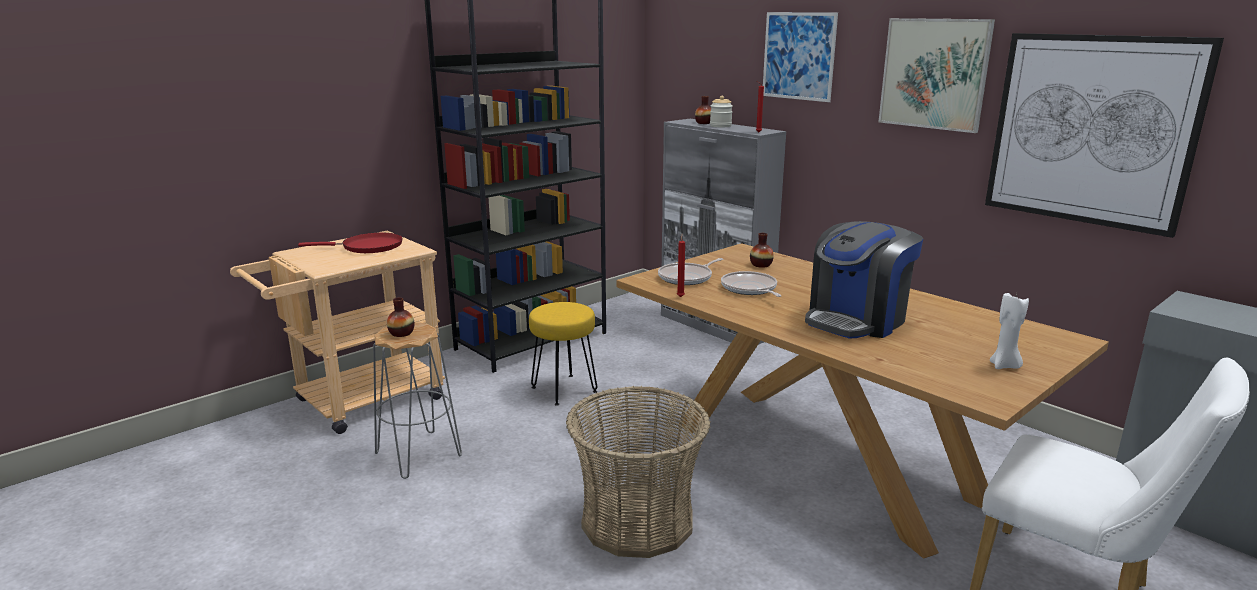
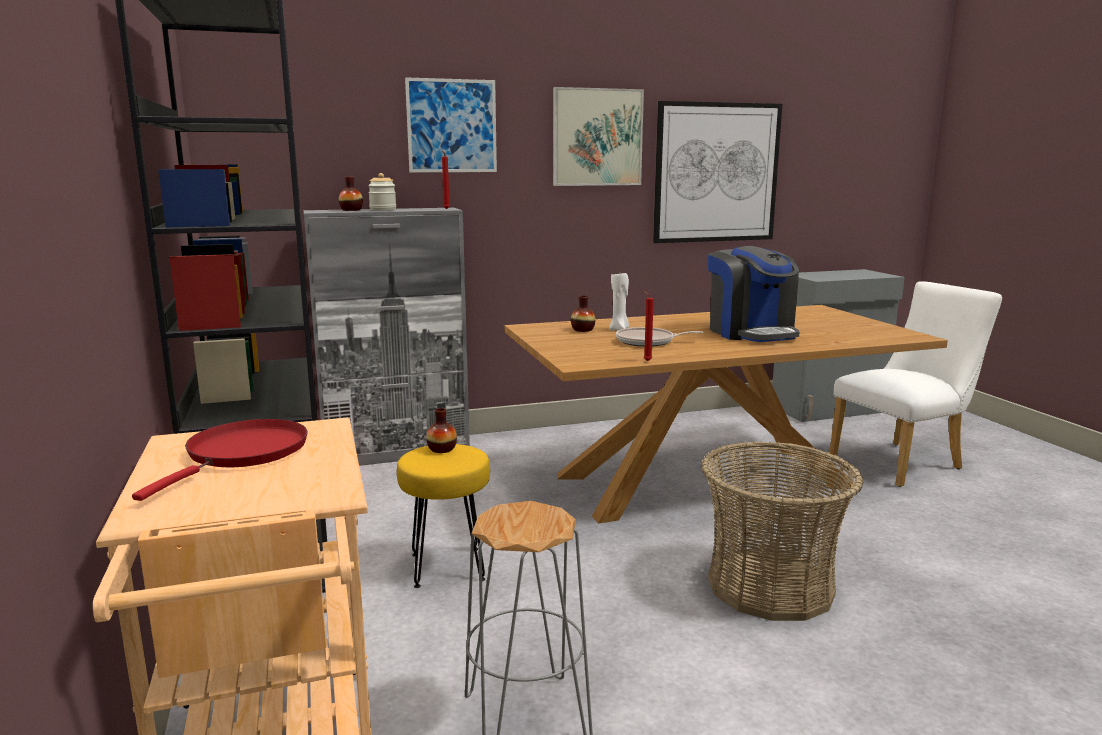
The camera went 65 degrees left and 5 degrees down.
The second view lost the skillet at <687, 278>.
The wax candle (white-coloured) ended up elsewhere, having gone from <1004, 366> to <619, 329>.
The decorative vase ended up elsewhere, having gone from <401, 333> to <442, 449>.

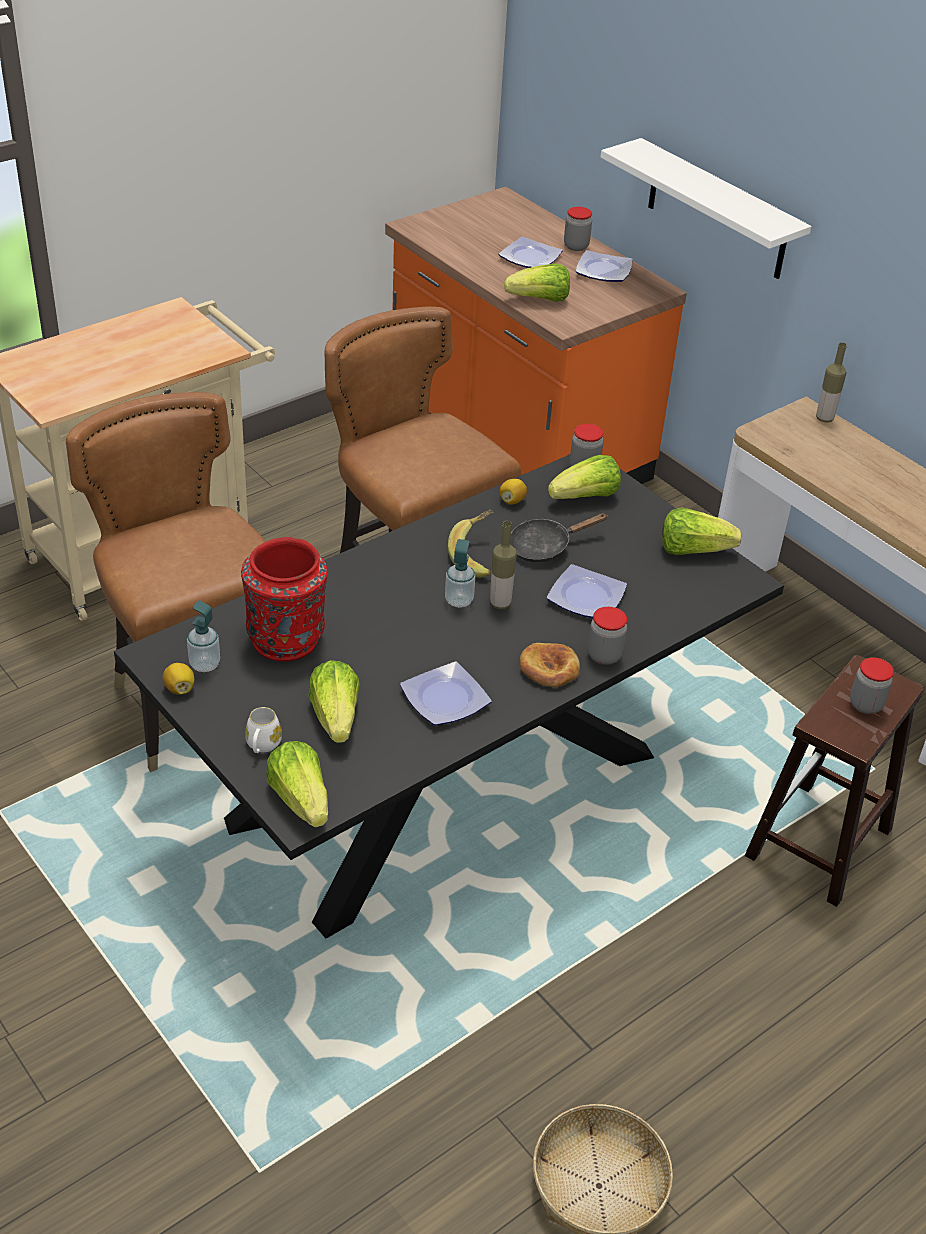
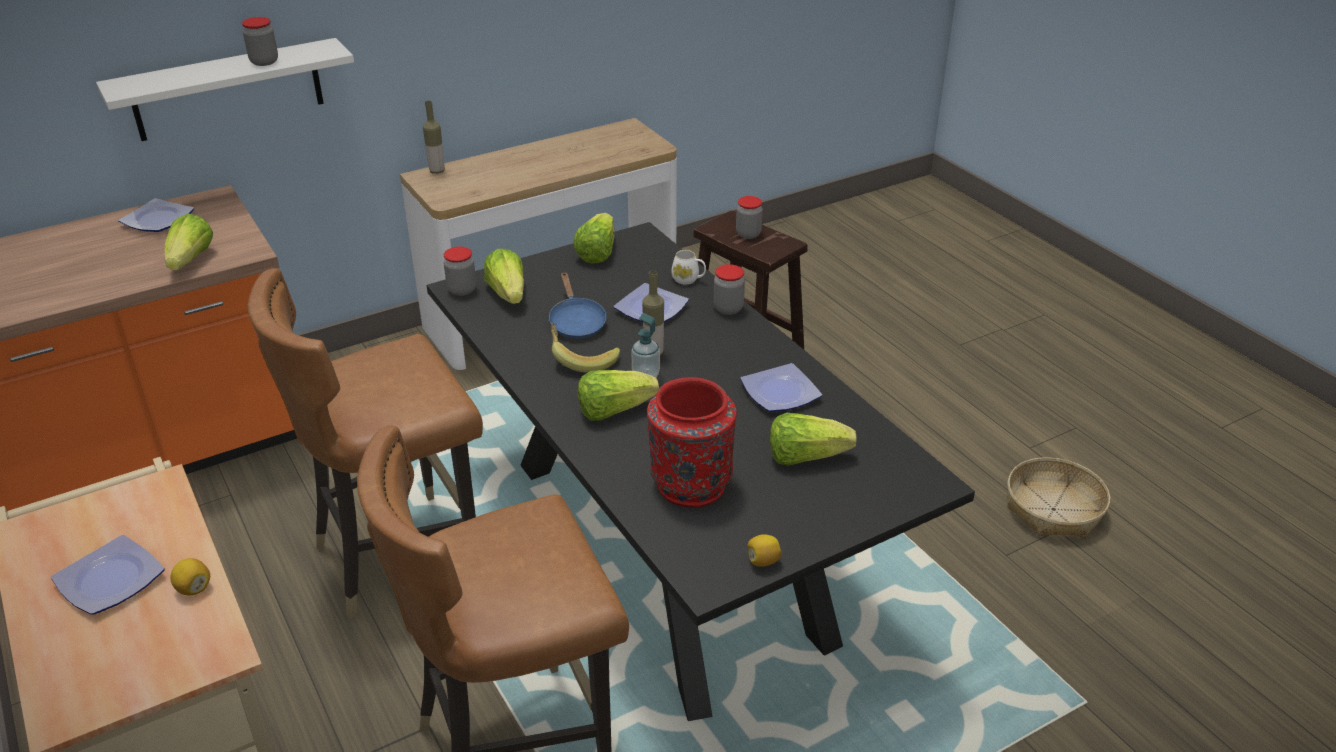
The camera went 80 degrees left and 5 degrees down.
The jar ended up elsewhere, having gone from <576, 246> to <264, 62>.
The dinner plate ended up elsewhere, having gone from <531, 258> to <111, 579>.
The lemon ended up elsewhere, having gone from <512, 501> to <193, 588>.
What was the skillet (blackish) at <545, 547> turned into the skillet (blue-coloured) at <576, 322>.
The second view lost the liquid soap bottle at <205, 664>.
The second view lost the bread at <549, 668>.
The mug (white-coloured) ended up elsewhere, having gone from <262, 746> to <688, 279>.
The head of lettuce ended up elsewhere, having gone from <301, 800> to <613, 410>.

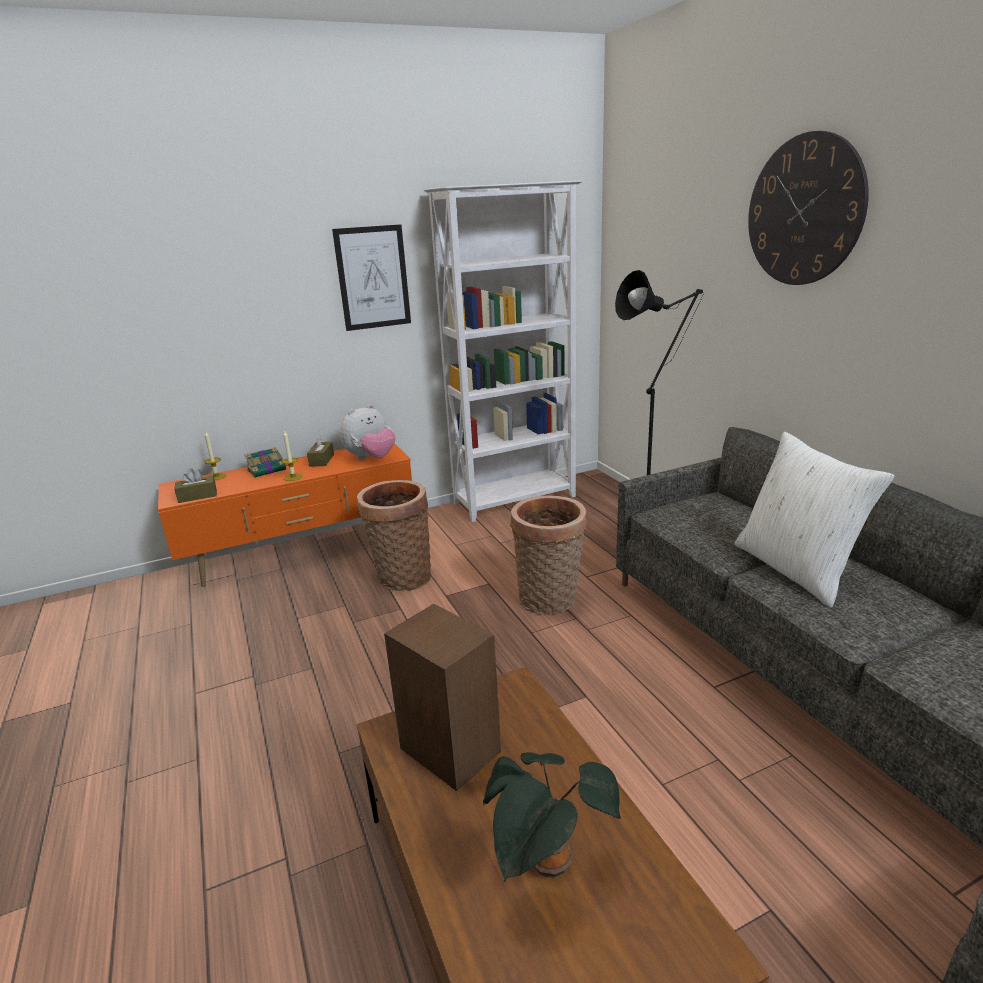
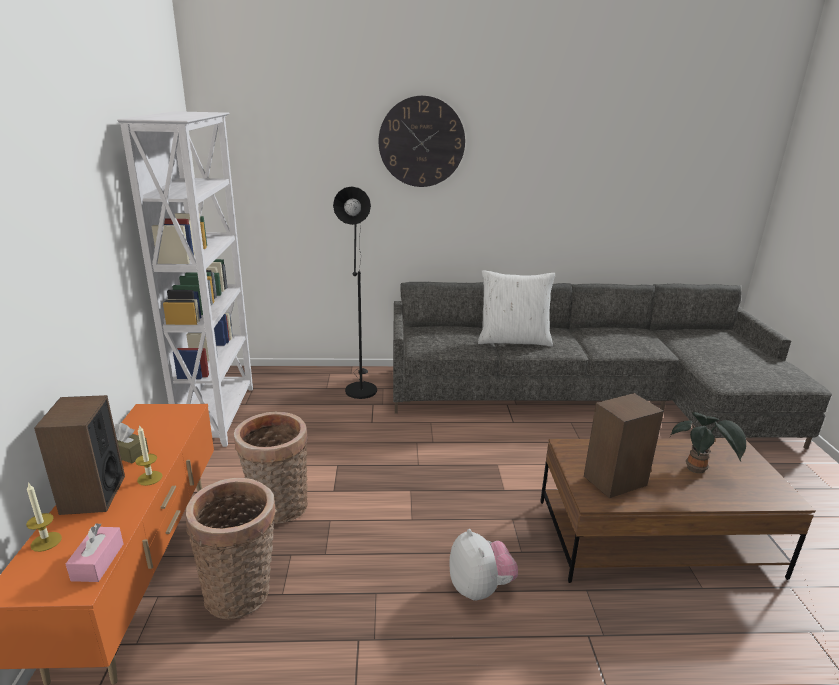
The camera went 70 degrees left and 0 degrees up.
The second view lost the picture at <373, 278>.
The soft toy ended up elsewhere, having gone from <371, 458> to <480, 588>.
Where the volume stood at <268, 470>, the speaker came to stand at <92, 495>.
What was the tissue holder (brown-coloured) at <197, 496> turned into the tissue holder (pinkish) at <98, 562>.
The basket ended up elsewhere, having gone from <550, 601> to <242, 592>.

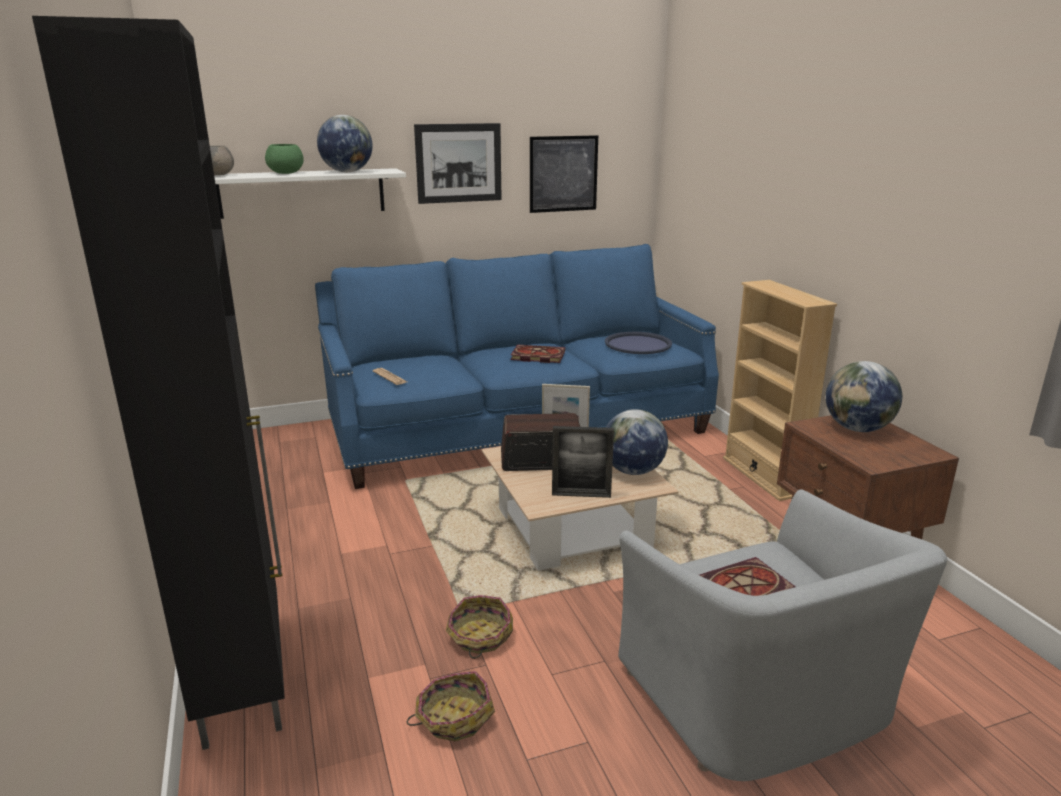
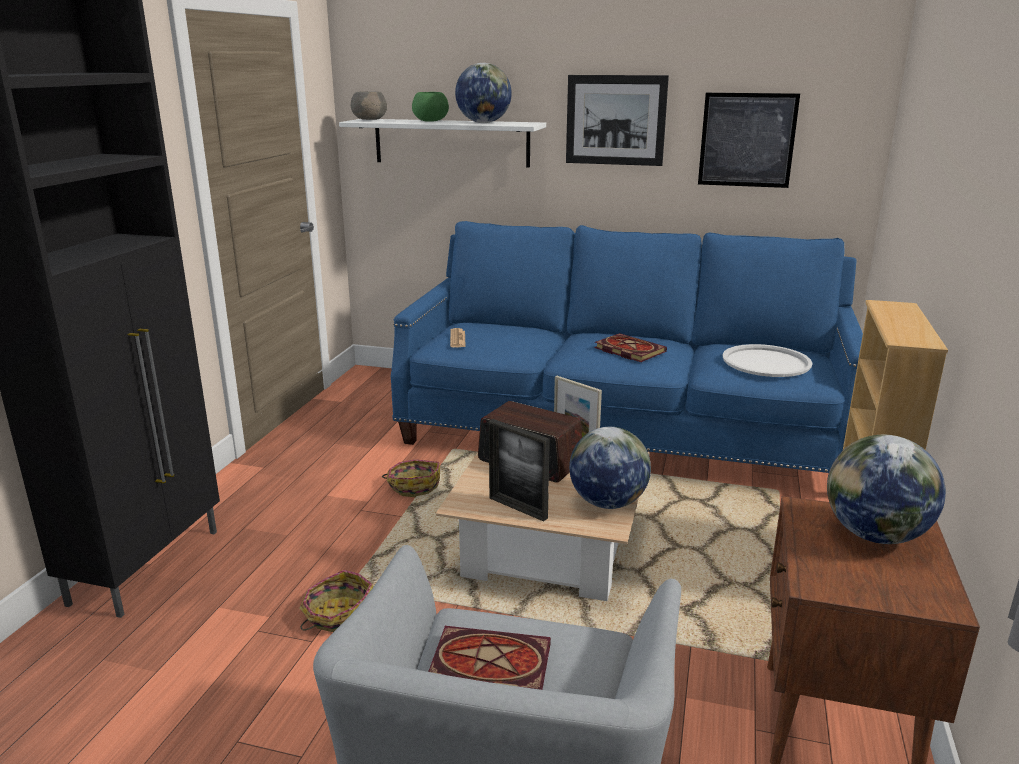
The camera went 35 degrees right and 0 degrees up.
What was the serving tray (blue-coloured) at <638, 344> turned into the serving tray (white-coloured) at <766, 362>.
The basket ended up elsewhere, having gone from <453, 717> to <414, 486>.

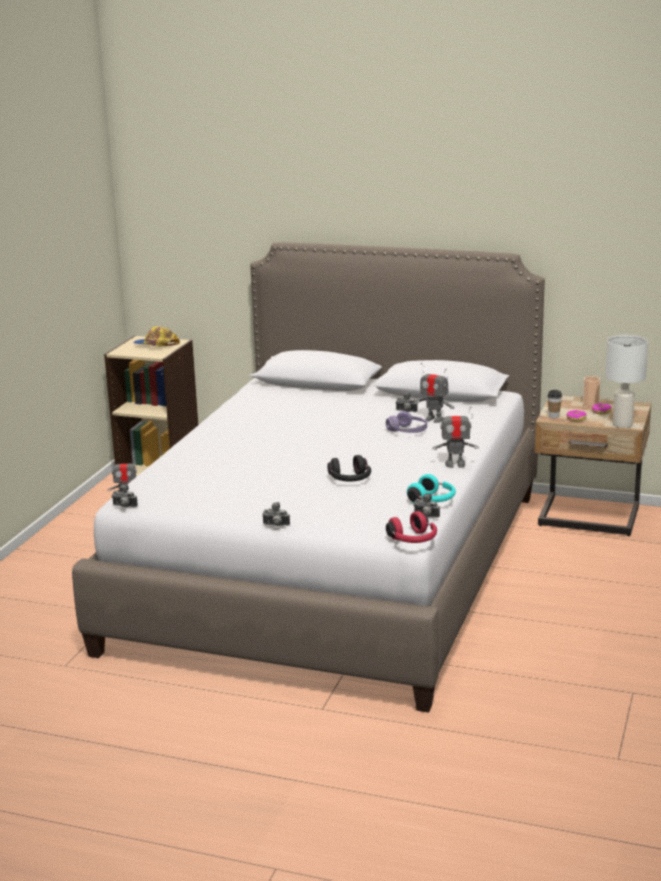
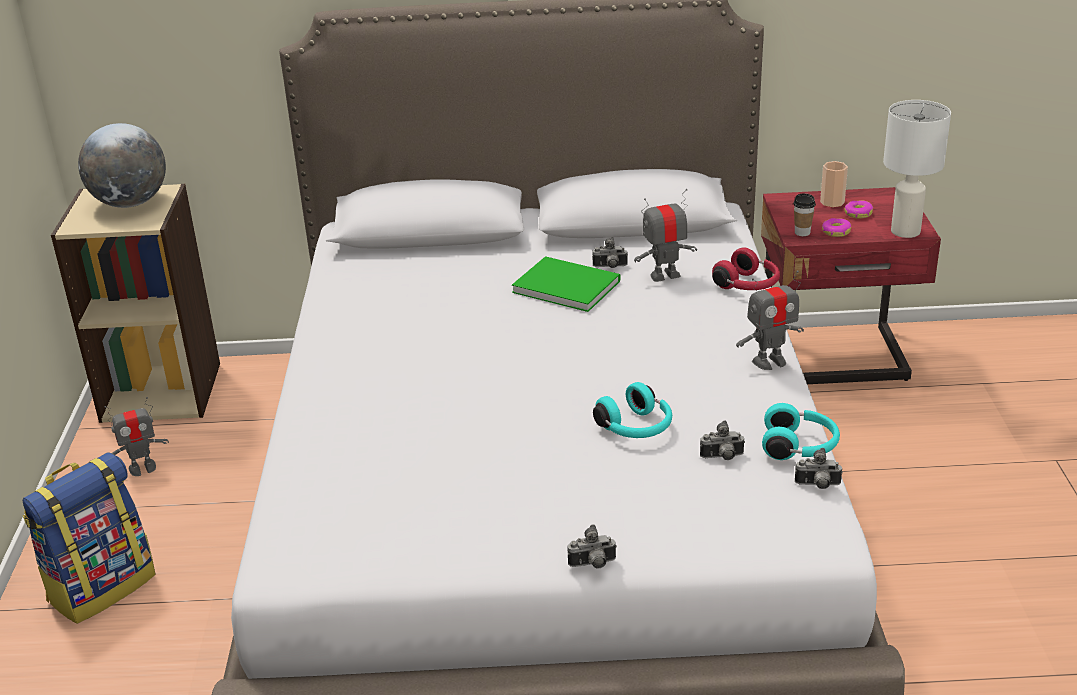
The camera went 20 degrees left and 10 degrees up.
Where the baseball cap stood at <155, 345>, the world globe came to stand at <130, 203>.
The model robot at <434, 419> ended up facing another way, 150 degrees clockwise from before.
What was the night table (sand-coloured) at <589, 518> turned into the night table (red-coloured) at <835, 360>.
The second view lost the headset (purplish) at <407, 431>.
What was the headset (blackish) at <350, 480> turned into the headset (blue-green) at <636, 428>.
The still camera ended up elsewhere, having gone from <124, 507> to <722, 457>.
The headset (red-coloured) ended up elsewhere, having gone from <413, 540> to <748, 285>.
The second view gained the volume (green) at <565, 285>.
The second view gained the rucksack at <102, 587>.

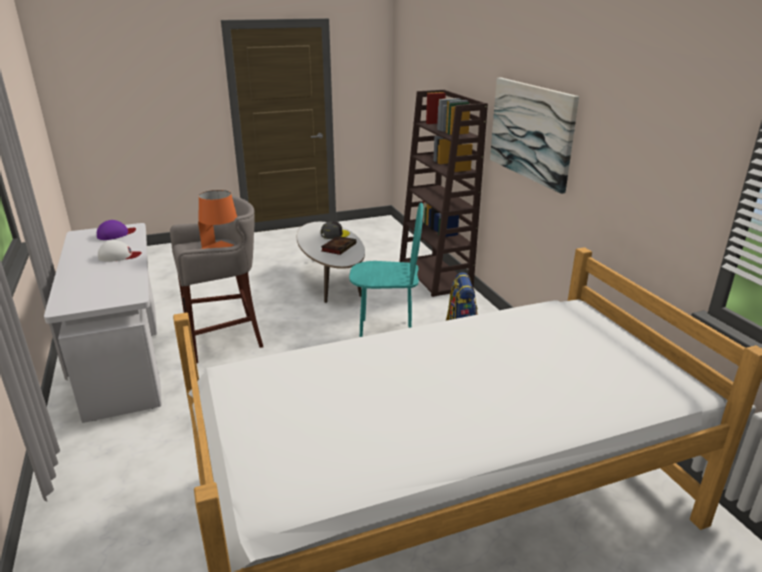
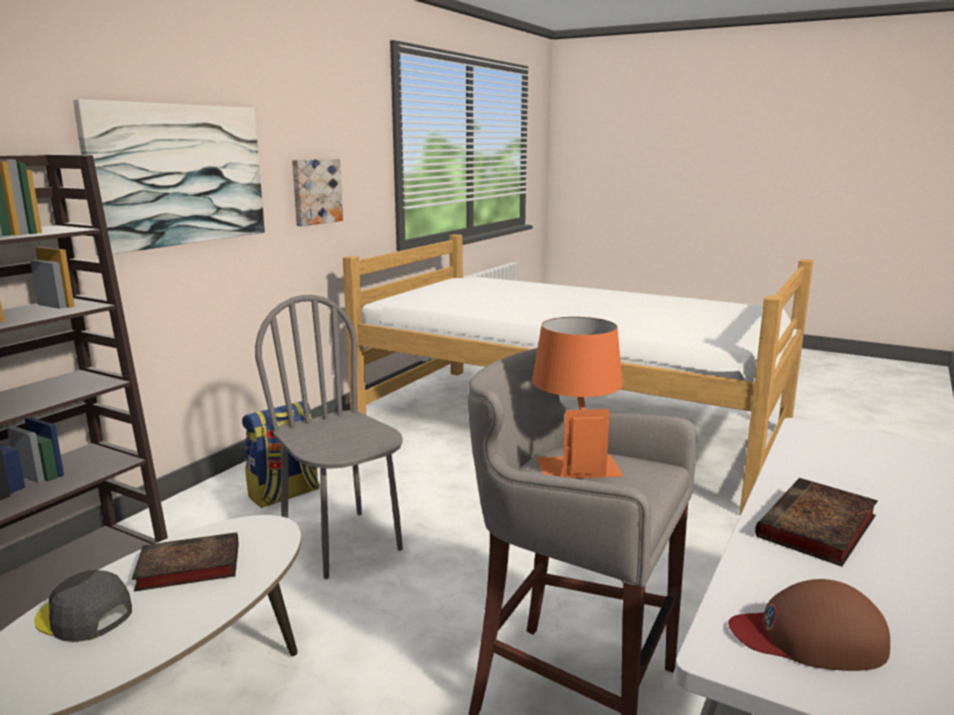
The camera went 130 degrees left and 10 degrees down.
What was the chair (blue-green) at <386, 331> turned into the chair (gray) at <343, 543>.
What was the baseball cap (purplish) at <116, 234> turned into the baseball cap (brown-coloured) at <809, 638>.
Where the baseball cap (white-coloured) stood at <119, 256>, the volume came to stand at <817, 529>.
The second view gained the picture at <315, 191>.

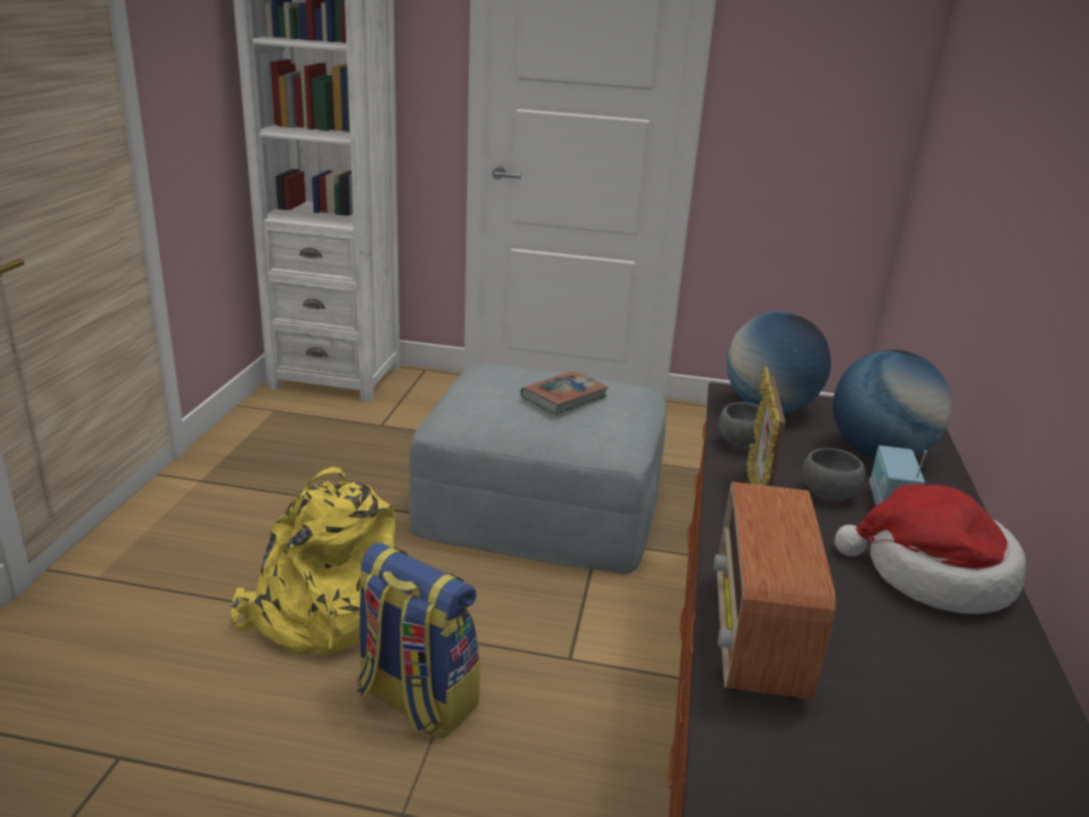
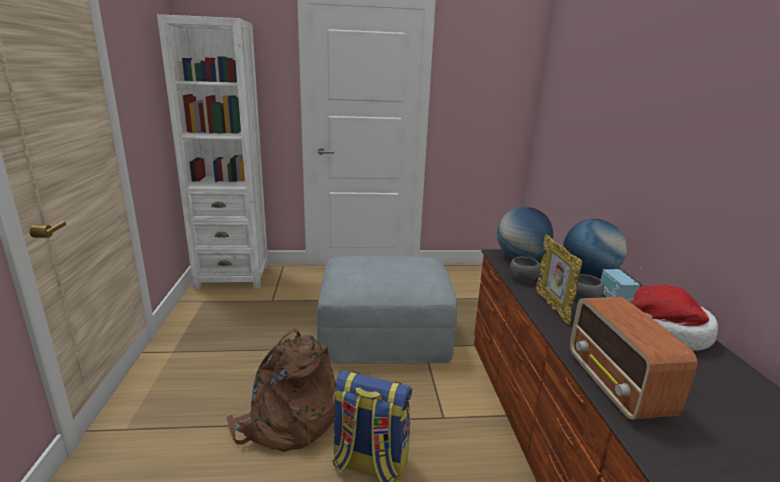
The camera went 15 degrees left and 5 degrees down.
The second view lost the volume at <564, 397>.
What was the rucksack (yellow) at <321, 614> turned into the rucksack (brown-coloured) at <287, 422>.

